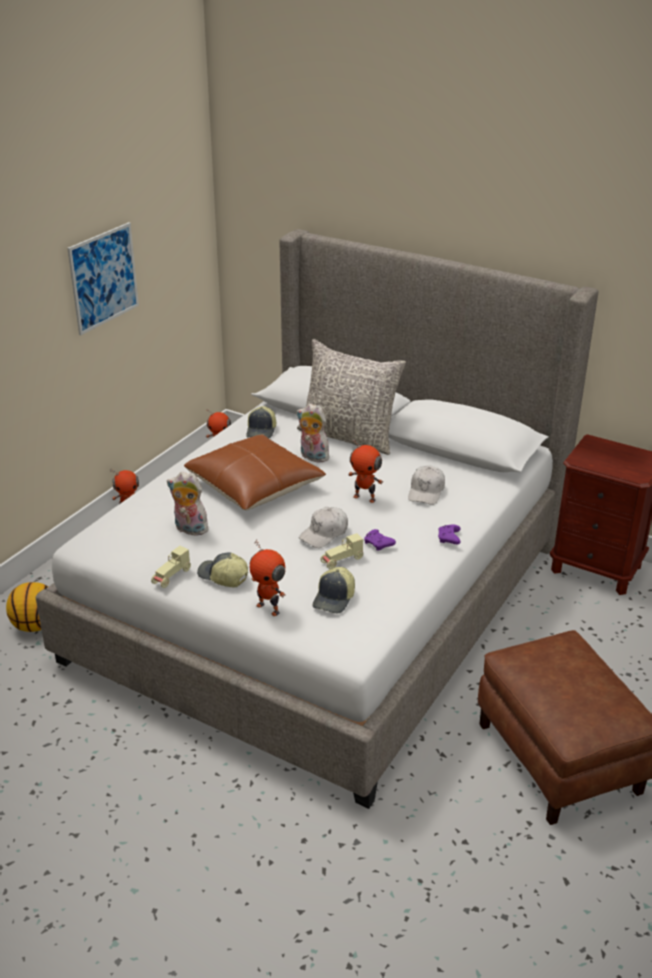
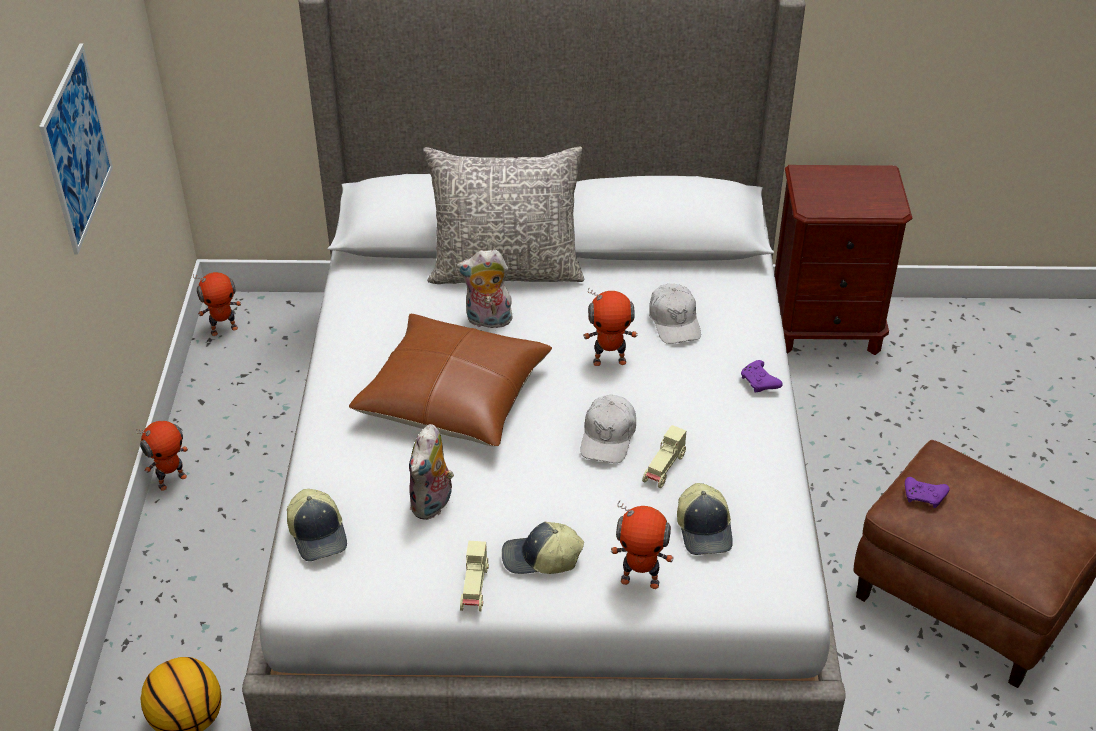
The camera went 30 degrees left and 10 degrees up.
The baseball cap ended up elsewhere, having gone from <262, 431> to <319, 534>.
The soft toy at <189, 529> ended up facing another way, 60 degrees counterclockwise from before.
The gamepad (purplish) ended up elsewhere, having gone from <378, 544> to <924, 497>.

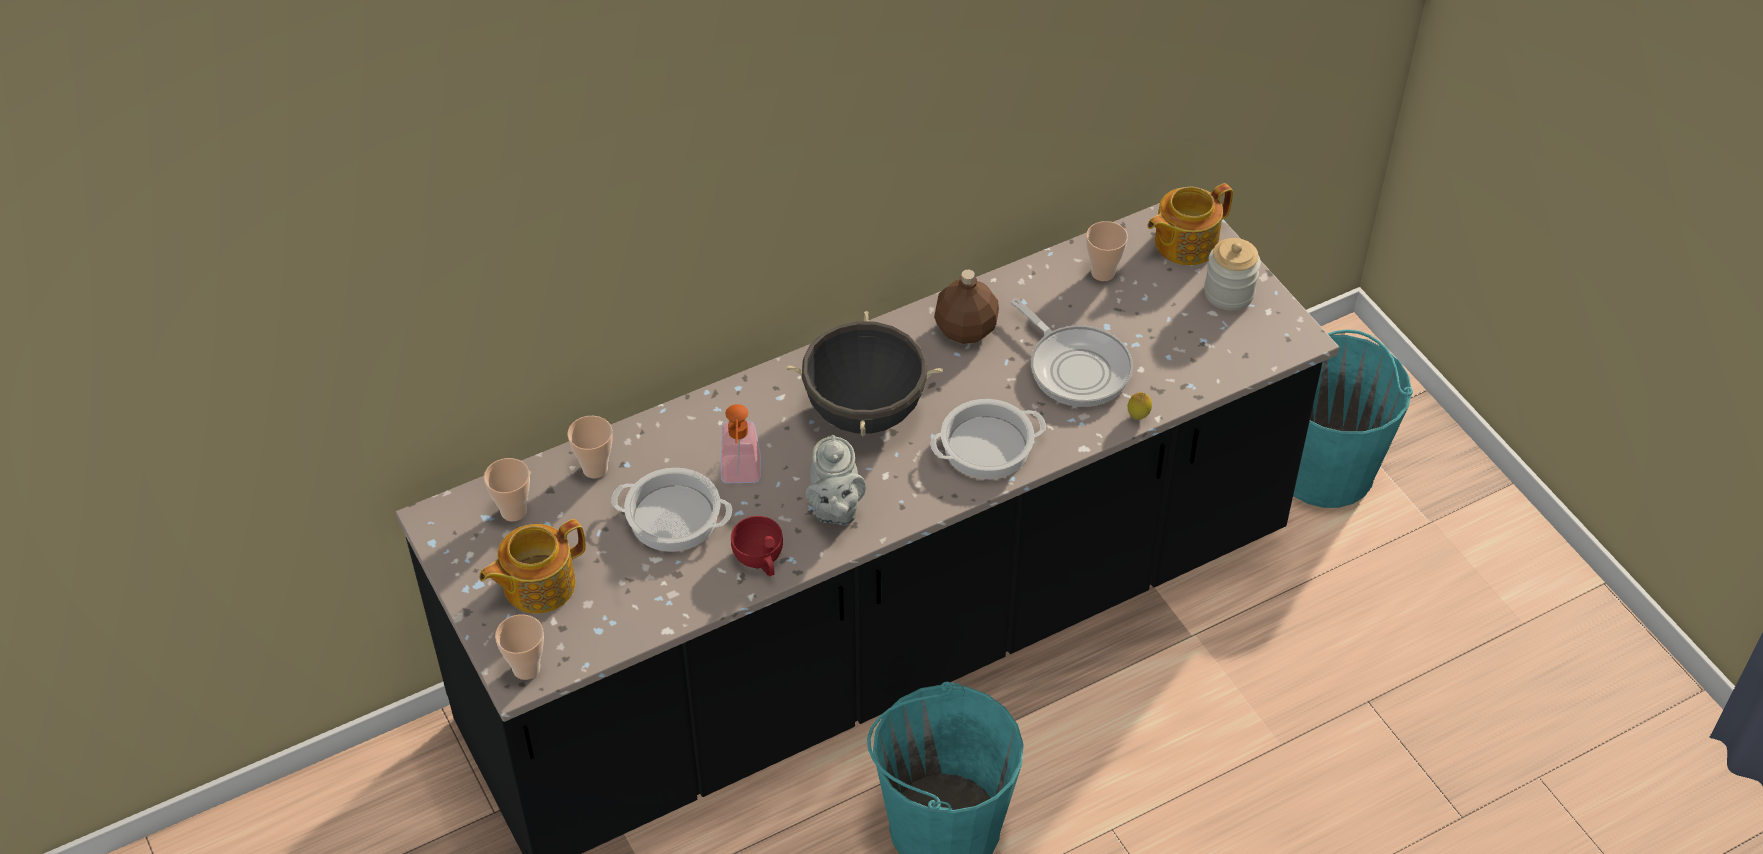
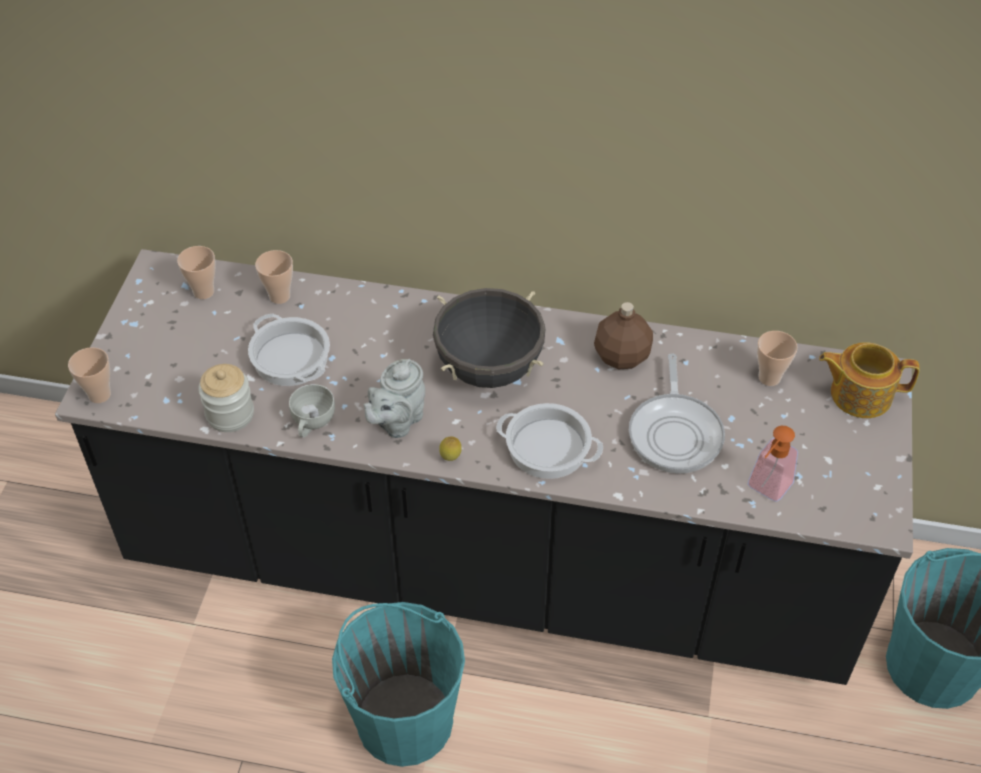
The camera went 40 degrees right and 0 degrees up.
The jar ended up elsewhere, having gone from <1229, 293> to <230, 414>.
The lemon ended up elsewhere, having gone from <1138, 417> to <450, 458>.
The liquid soap bottle ended up elsewhere, having gone from <741, 476> to <766, 489>.
What was the drinking cup (red-coloured) at <760, 560> turned into the drinking cup (white-coloured) at <312, 423>.
The second view lost the pot for tea at <537, 584>.

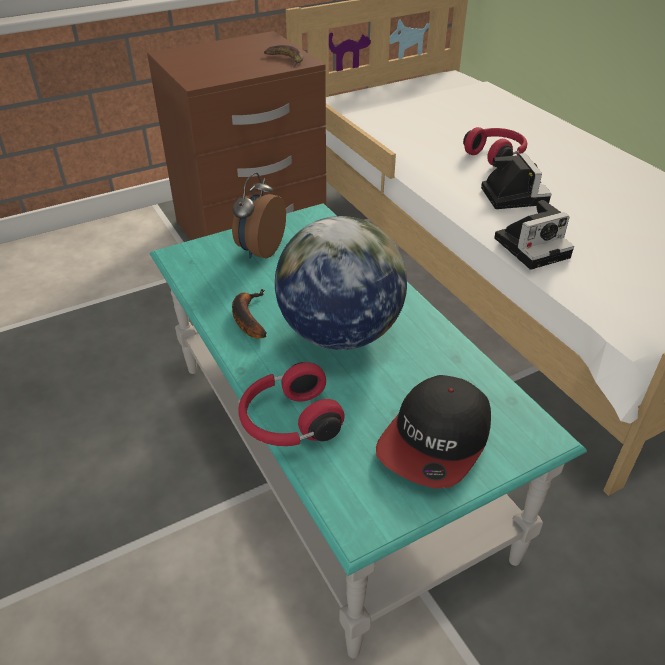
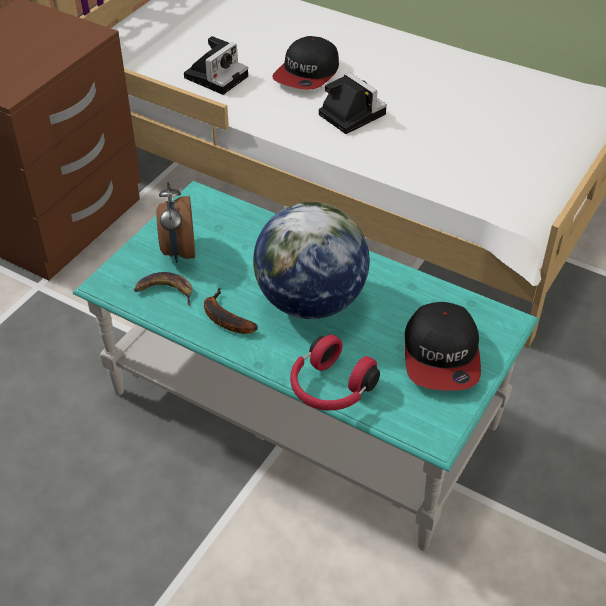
The camera went 30 degrees left and 5 degrees up.
The banana ended up elsewhere, having gone from <285, 59> to <165, 291>.
Where the headset (red-coloured) stood at <496, 155>, the baseball cap came to stand at <307, 73>.
The still camera ended up elsewhere, having gone from <533, 246> to <217, 76>.

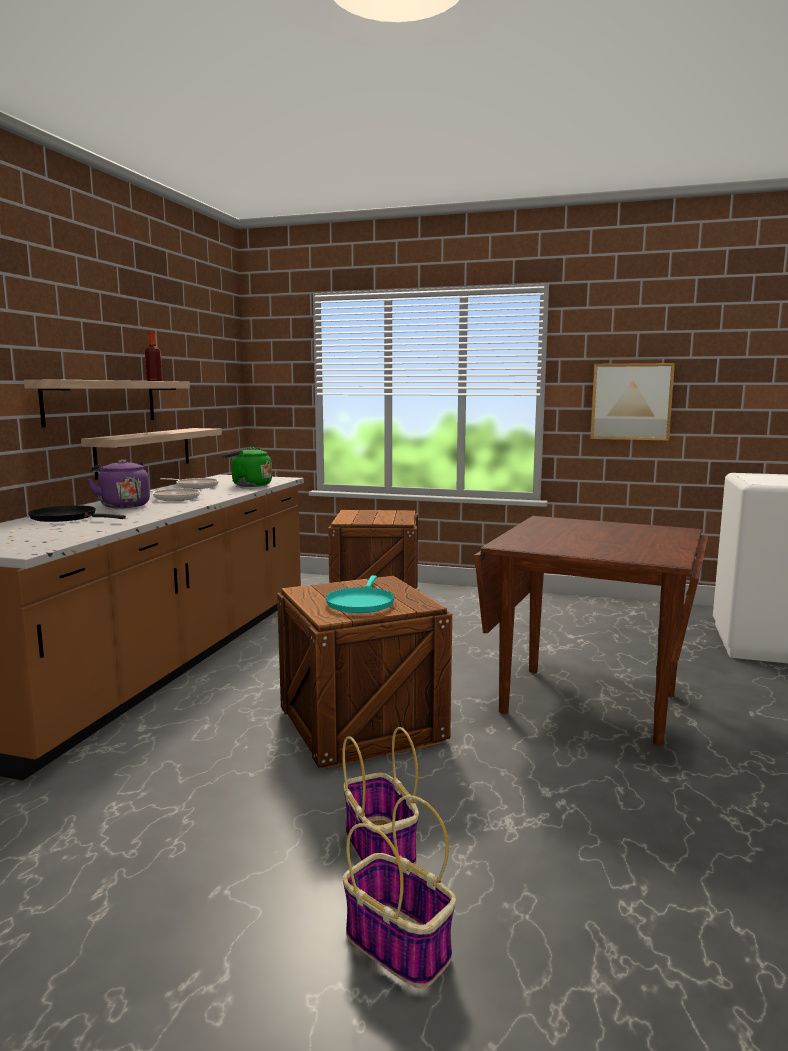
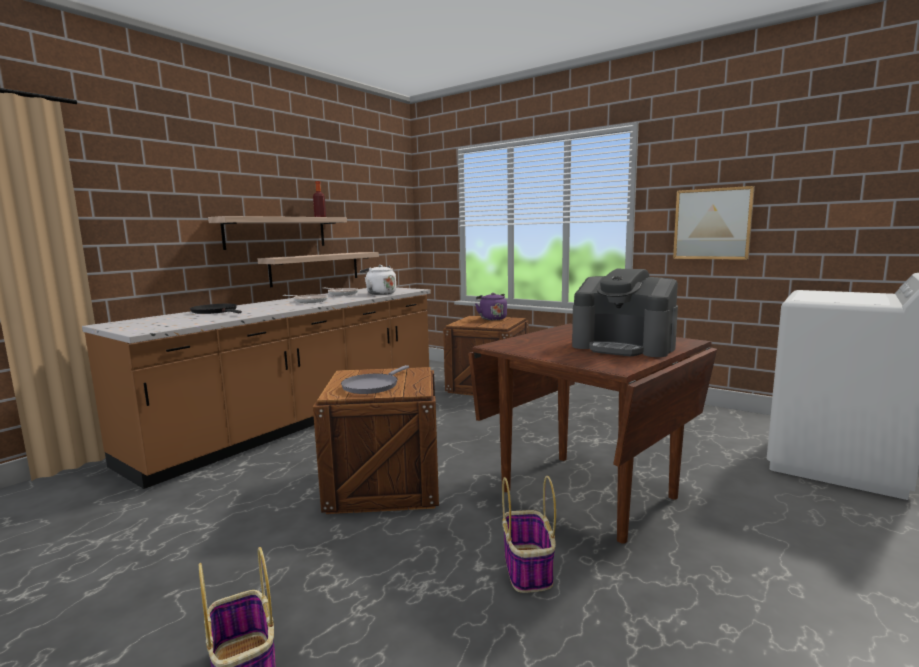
The camera went 20 degrees right and 0 degrees up.
What was the water kettle (green) at <249, 485> turned into the water kettle (white-coloured) at <379, 293>.
The water kettle (purplish) ended up elsewhere, having gone from <123, 505> to <492, 318>.
What was the skillet (blue-green) at <360, 603> turned into the skillet (gray) at <372, 386>.
The basket ended up elsewhere, having gone from <381, 847> to <528, 569>.
The second view gained the coffee brewer at <624, 347>.

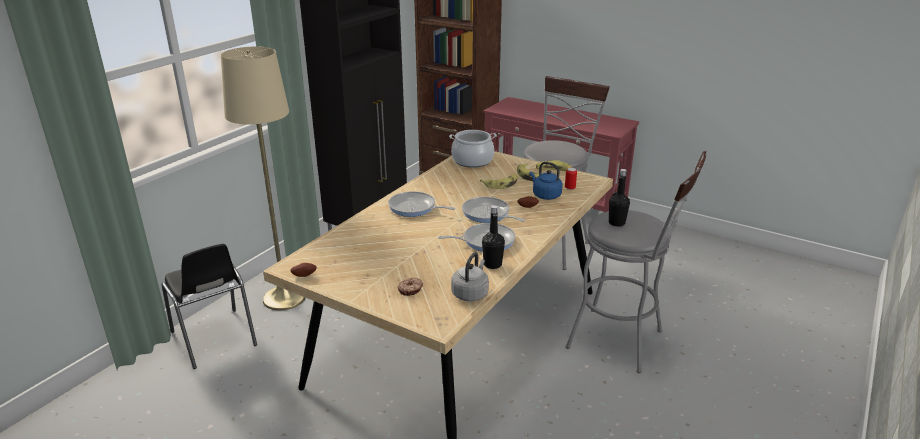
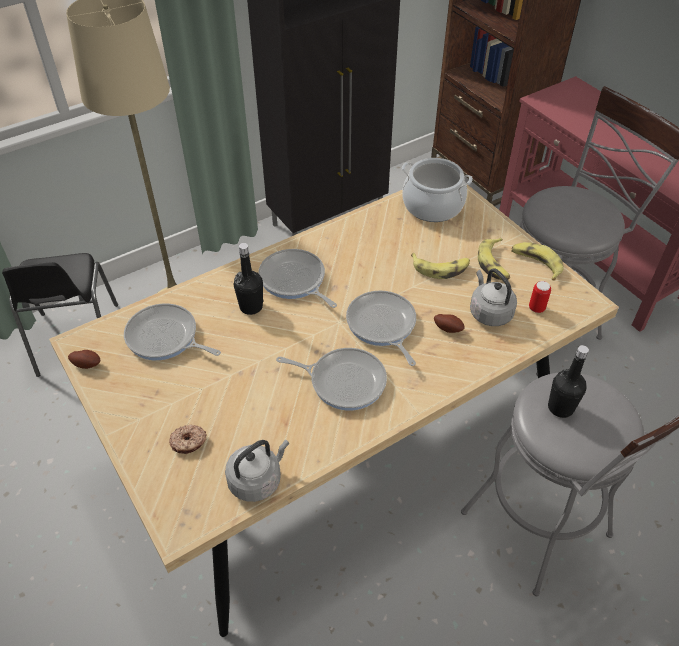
The camera went 25 degrees right and 20 degrees up.
What was the water kettle (blue-coloured) at <545, 195> turned into the water kettle (gray) at <489, 312>.
The beverage bottle (blackish) ended up elsewhere, having gone from <492, 264> to <251, 307>.
The second view gained the skillet at <165, 338>.

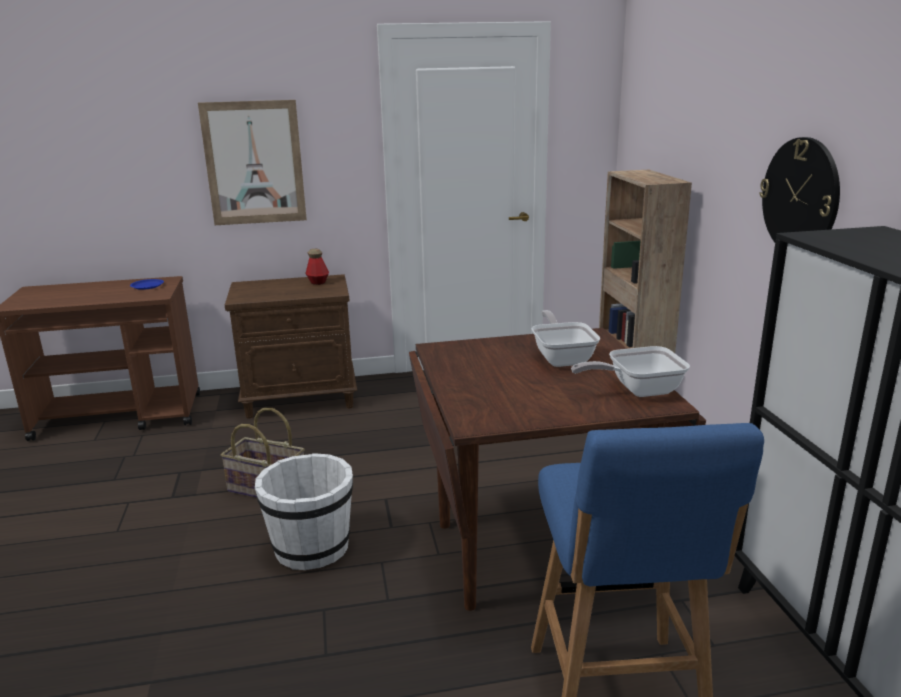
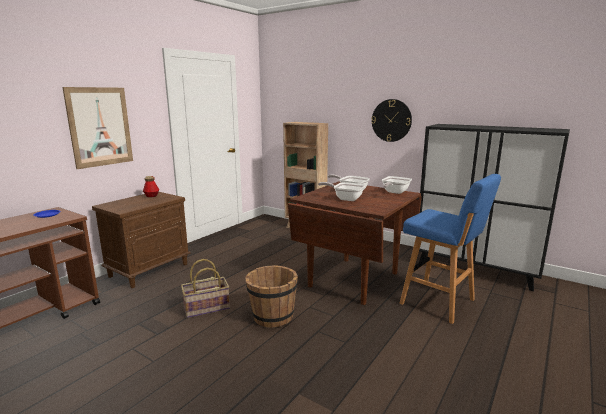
The camera went 45 degrees left and 5 degrees down.
What was the water bucket (white-coloured) at <311, 547> turned into the water bucket (brown-coloured) at <272, 316>.
The second view gained the skillet at <345, 198>.

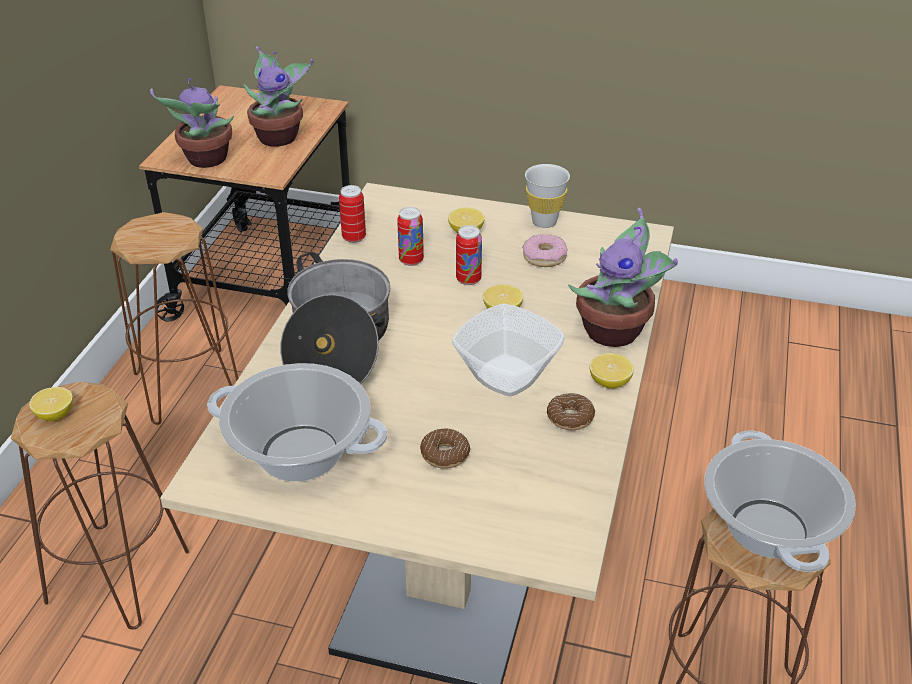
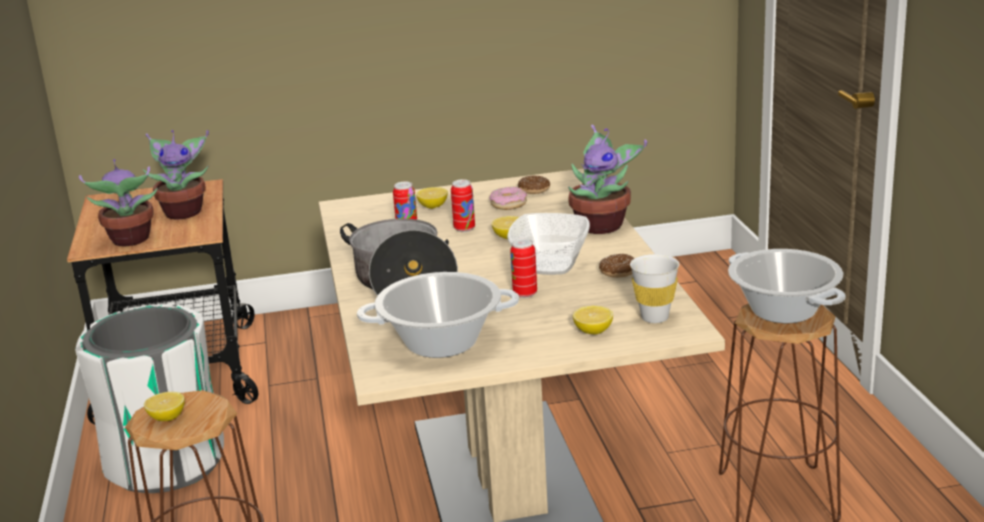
The camera went 25 degrees left and 15 degrees down.
The drinking cup (white-coloured) ended up elsewhere, having gone from <544, 222> to <654, 318>.
The sealed can ended up elsewhere, having gone from <354, 237> to <525, 294>.
Where the stool seat (brown-coloured) stood at <189, 386>, the rubbish bin (white-coloured) came to stand at <165, 462>.
The lemon ended up elsewhere, having gone from <609, 382> to <593, 331>.
The donut ended up elsewhere, having gone from <445, 454> to <534, 190>.

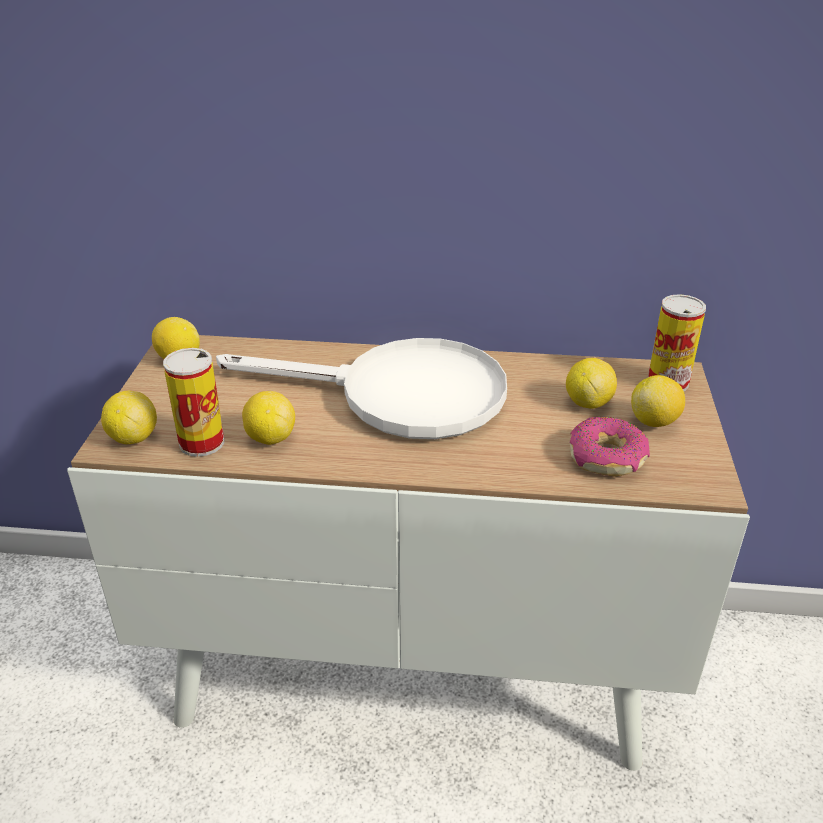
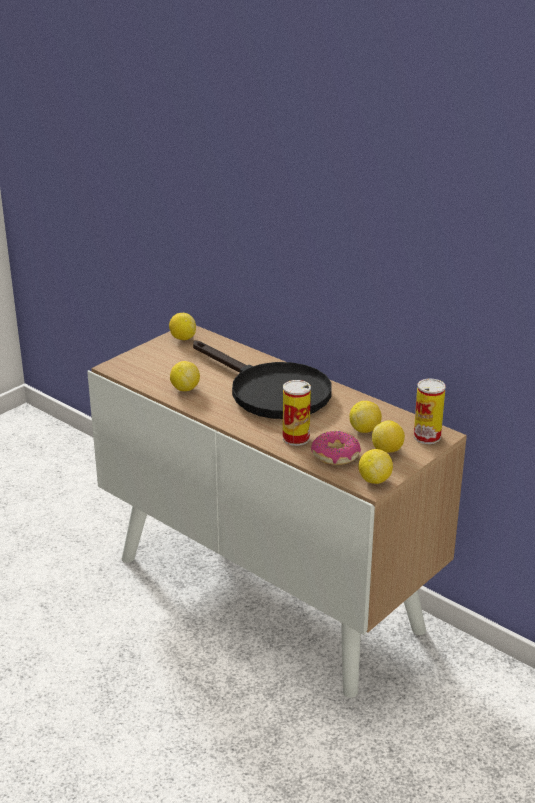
The camera went 35 degrees right and 5 degrees down.
What was the skillet (white-coloured) at <399, 395> turned into the skillet (blackish) at <270, 391>.
The sealed can ended up elsewhere, having gone from <202, 442> to <296, 438>.
The lemon ended up elsewhere, having gone from <133, 437> to <374, 480>.

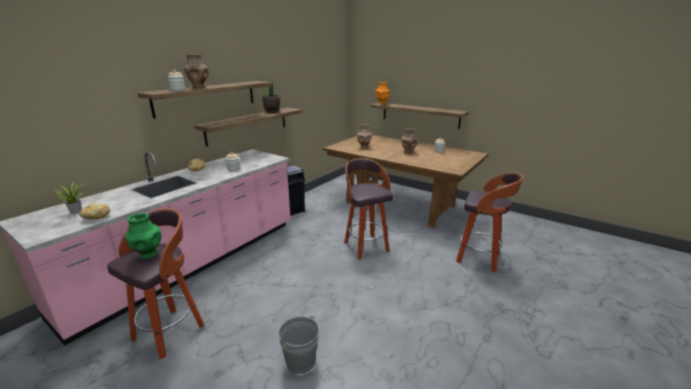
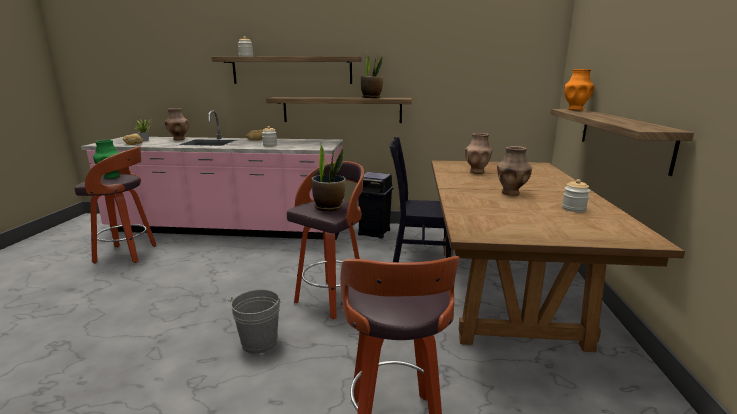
The camera went 60 degrees right and 5 degrees down.
The decorative vase (brown-coloured) ended up elsewhere, having gone from <198, 87> to <179, 139>.
The water bucket (gray) ended up elsewhere, having gone from <300, 361> to <259, 342>.
The second view gained the chair (blackish) at <418, 253>.
The second view gained the plant in a pot at <329, 207>.

